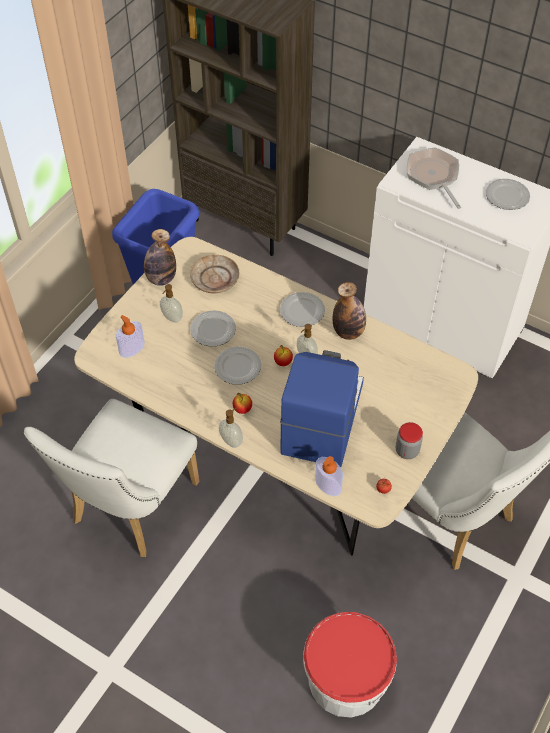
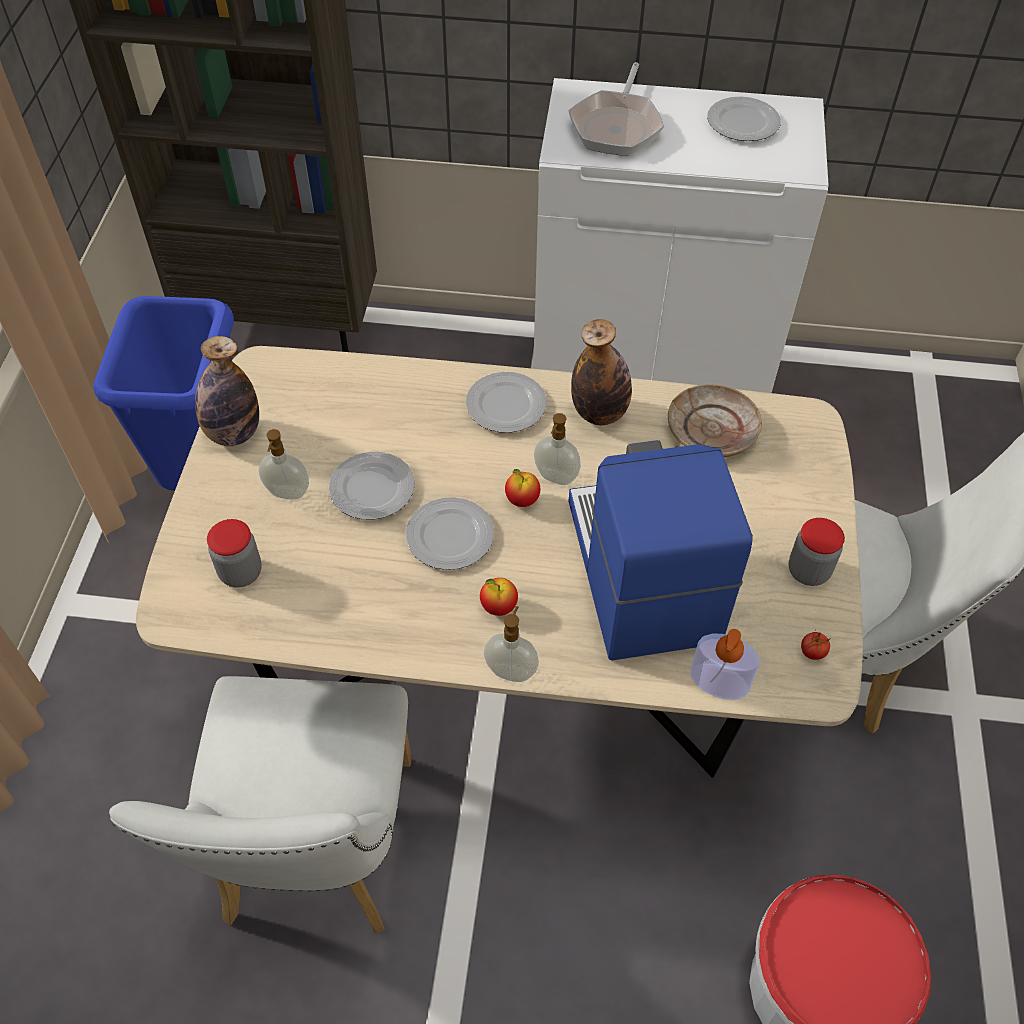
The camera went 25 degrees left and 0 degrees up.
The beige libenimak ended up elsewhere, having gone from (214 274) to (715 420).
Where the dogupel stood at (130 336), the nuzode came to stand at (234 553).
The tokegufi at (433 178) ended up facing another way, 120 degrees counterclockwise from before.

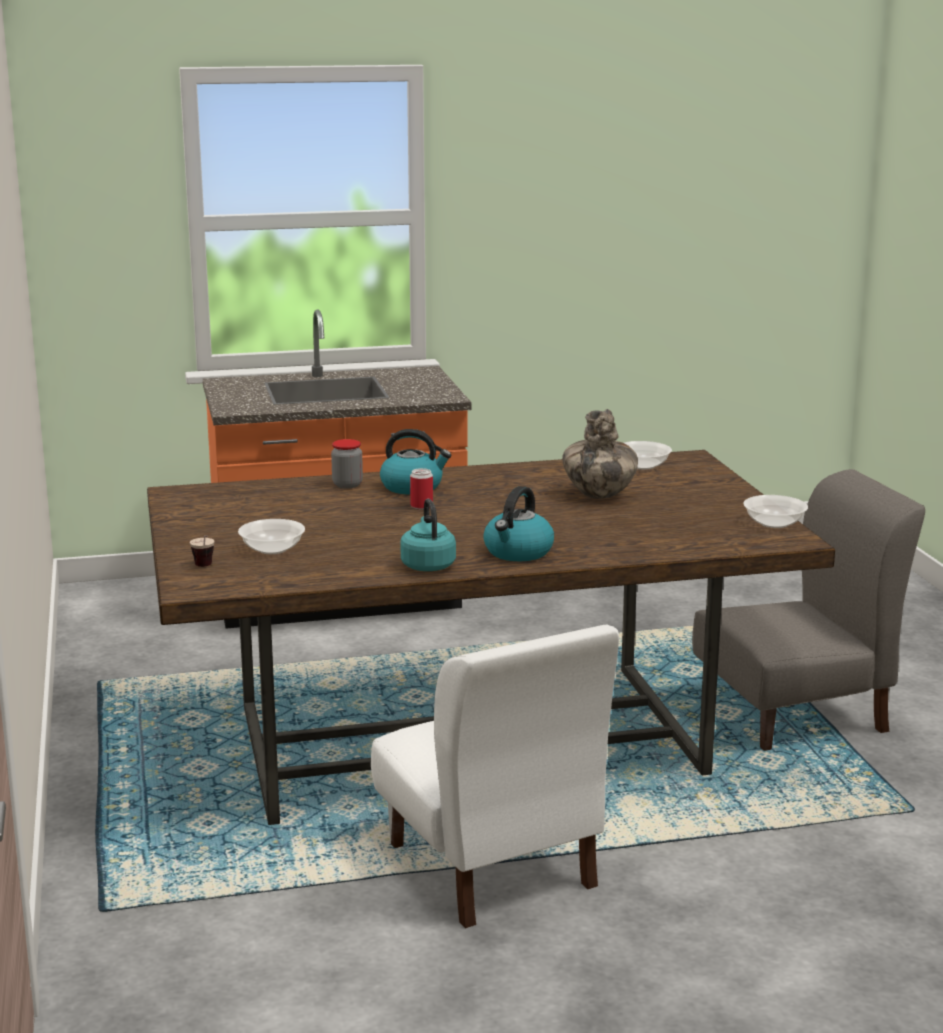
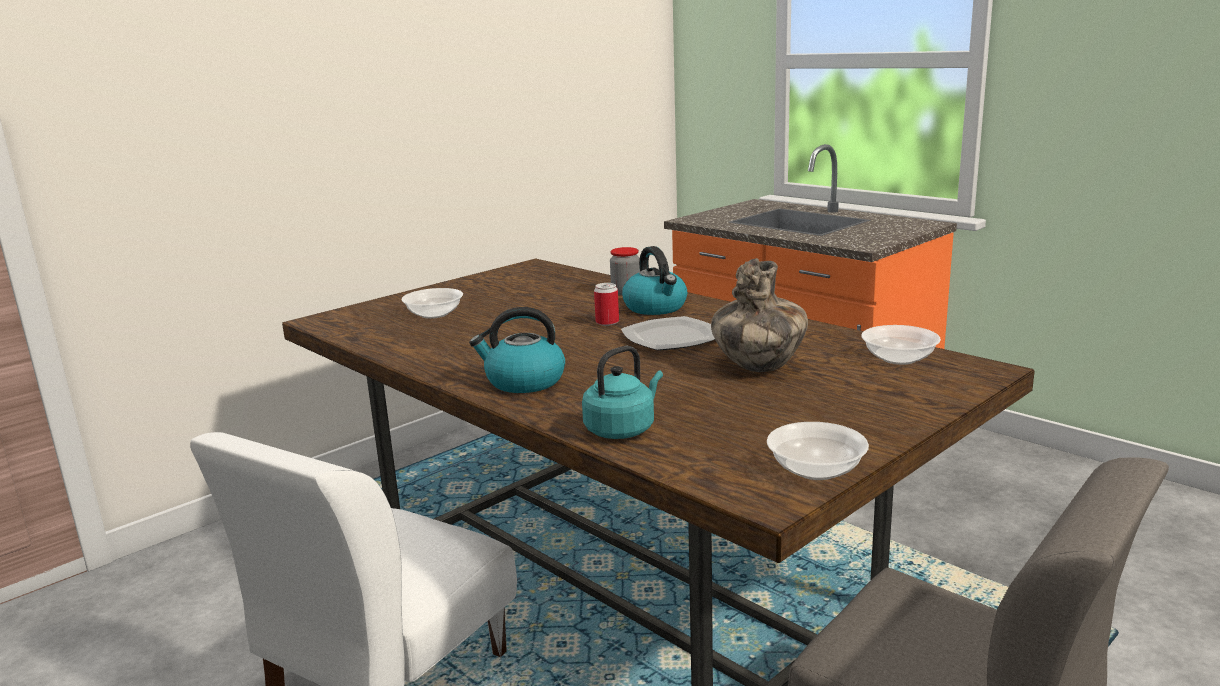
The camera went 60 degrees right and 0 degrees up.
The second view lost the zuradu at (202 551).
The second view gained the libenimak at (668 333).
The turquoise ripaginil ended up elsewhere, having gone from (428 535) to (622 392).

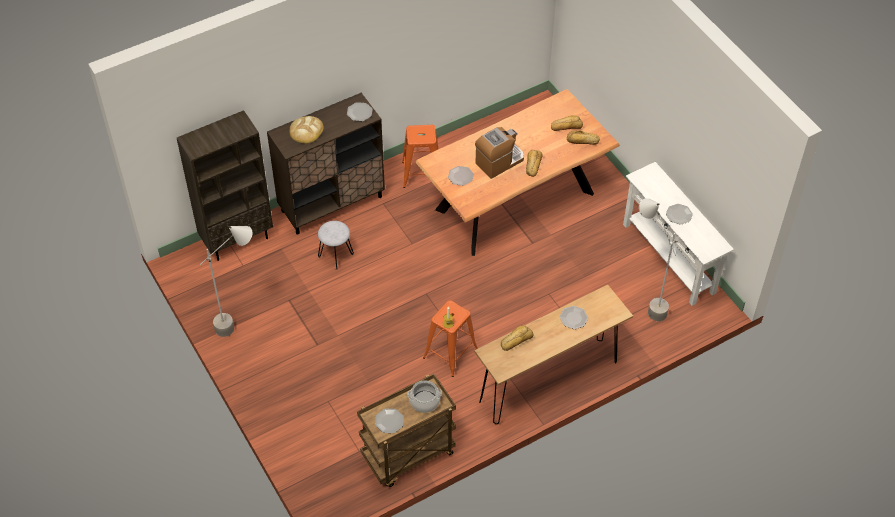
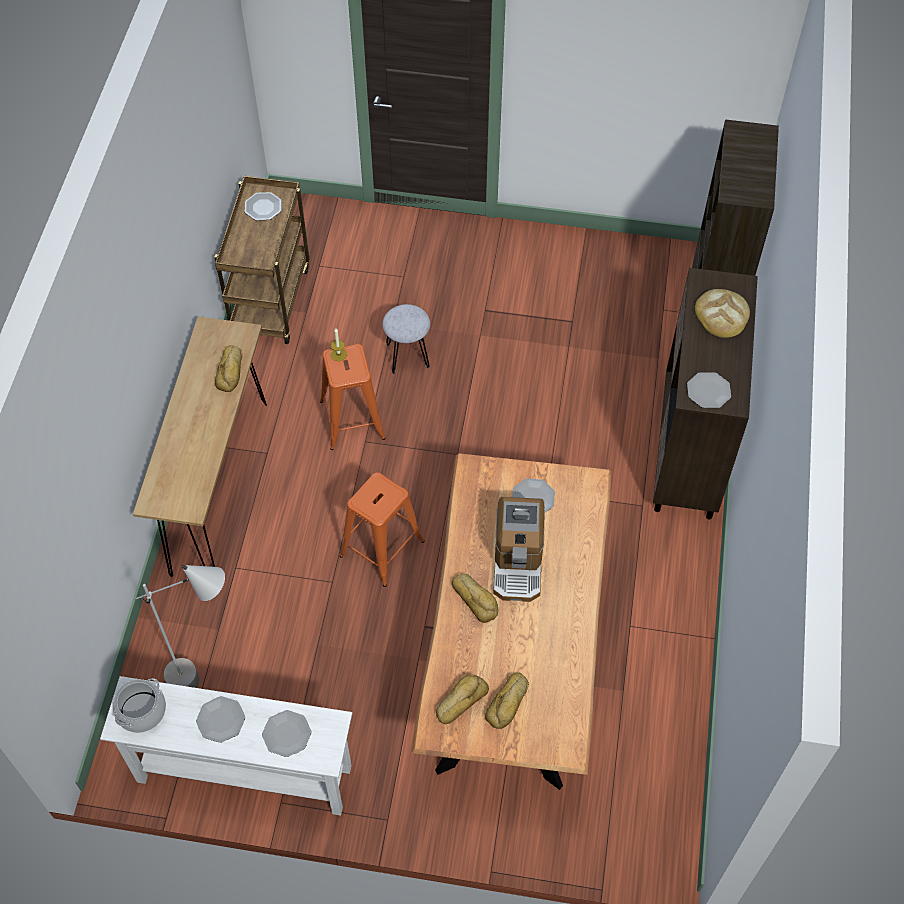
The camera went 130 degrees right and 5 degrees up.
The second view lost the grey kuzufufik at (226 281).
The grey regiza ended up elsewhere, having gone from (336 245) to (406 339).
The orange regiza ended up elsewhere, having gone from (420 156) to (382 529).
The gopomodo ended up elsewhere, having gone from (424 396) to (139 705).
The libenimak ended up elsewhere, having gone from (574 317) to (286 733).

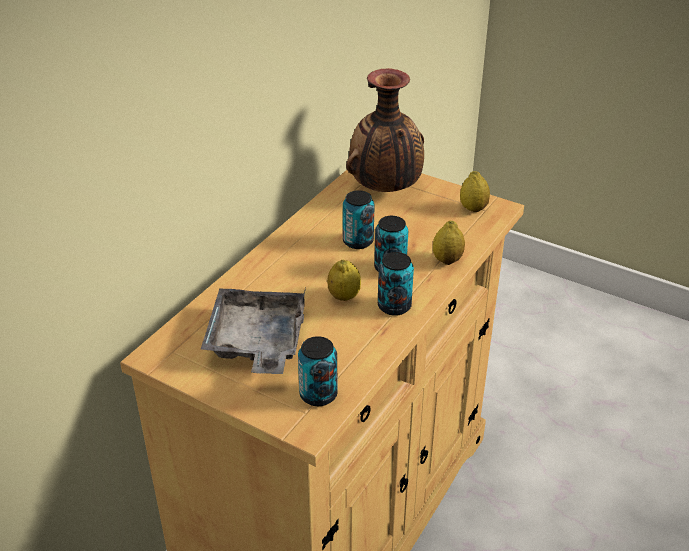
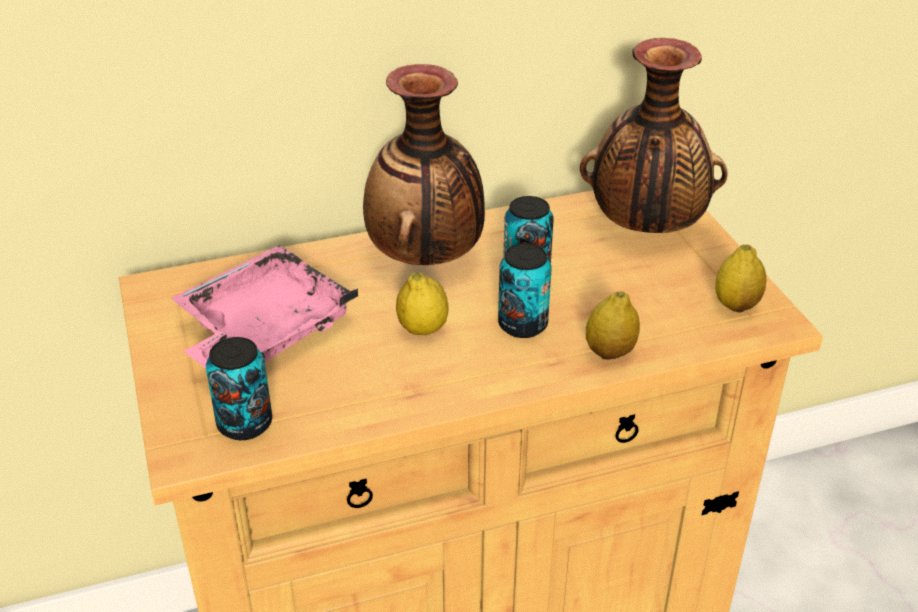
The camera went 40 degrees right and 0 degrees up.
The second view lost the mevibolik at (396 284).
The second view gained the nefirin at (424 164).
What was the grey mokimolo at (253 331) turned into the pink mokimolo at (264 307).

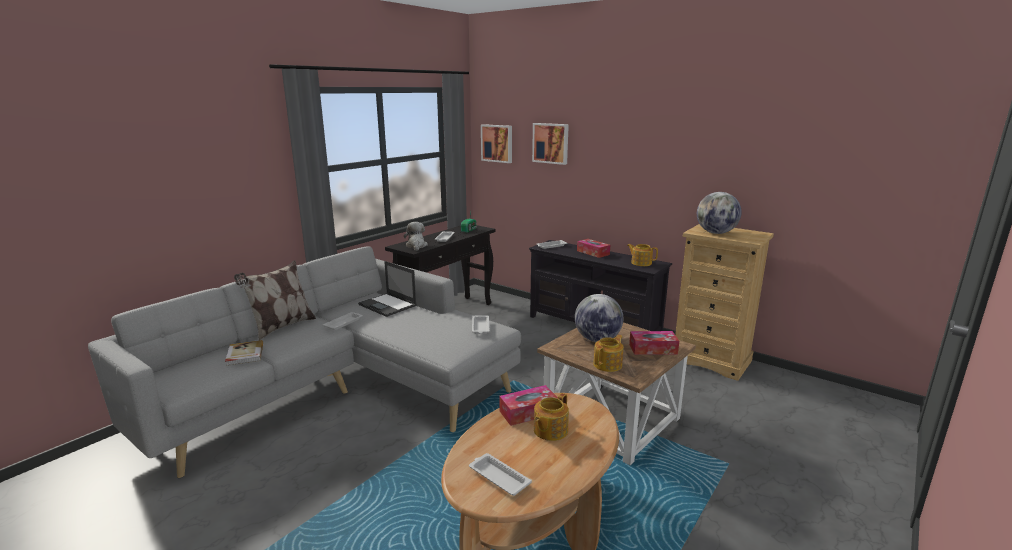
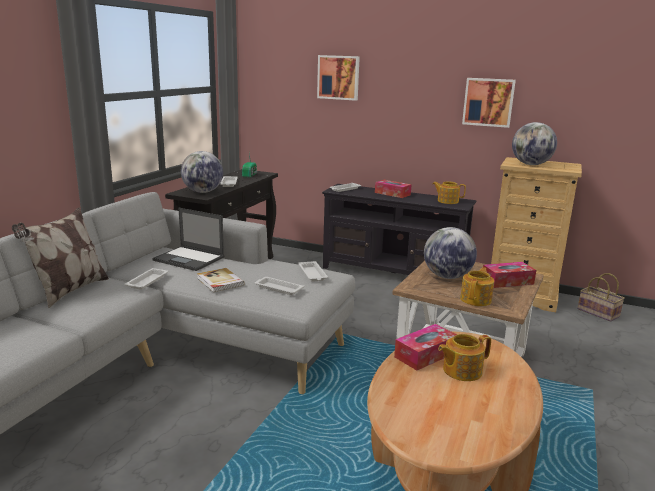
The camera went 15 degrees left and 0 degrees up.
The second view gained the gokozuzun at (601 297).
The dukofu ended up elsewhere, having gone from (244 353) to (221 280).
The white mokimolo ended up elsewhere, having gone from (500 474) to (279 286).
The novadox ended up elsewhere, having gone from (496 143) to (489 103).
Where the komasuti stood at (416 236), the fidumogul came to stand at (202 172).
The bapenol at (551 417) ended up facing another way, 45 degrees clockwise from before.

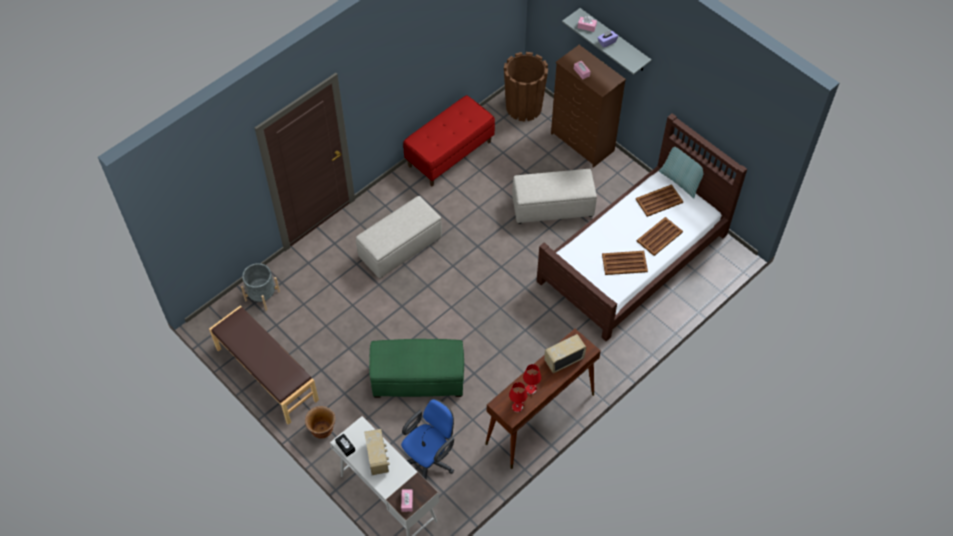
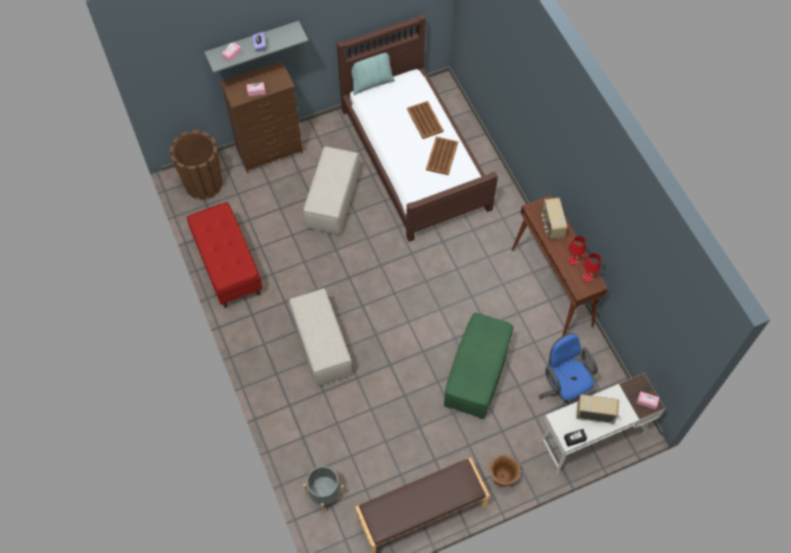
The camera went 70 degrees left and 5 degrees up.
The second view lost the brown mokimolo at (659 200).

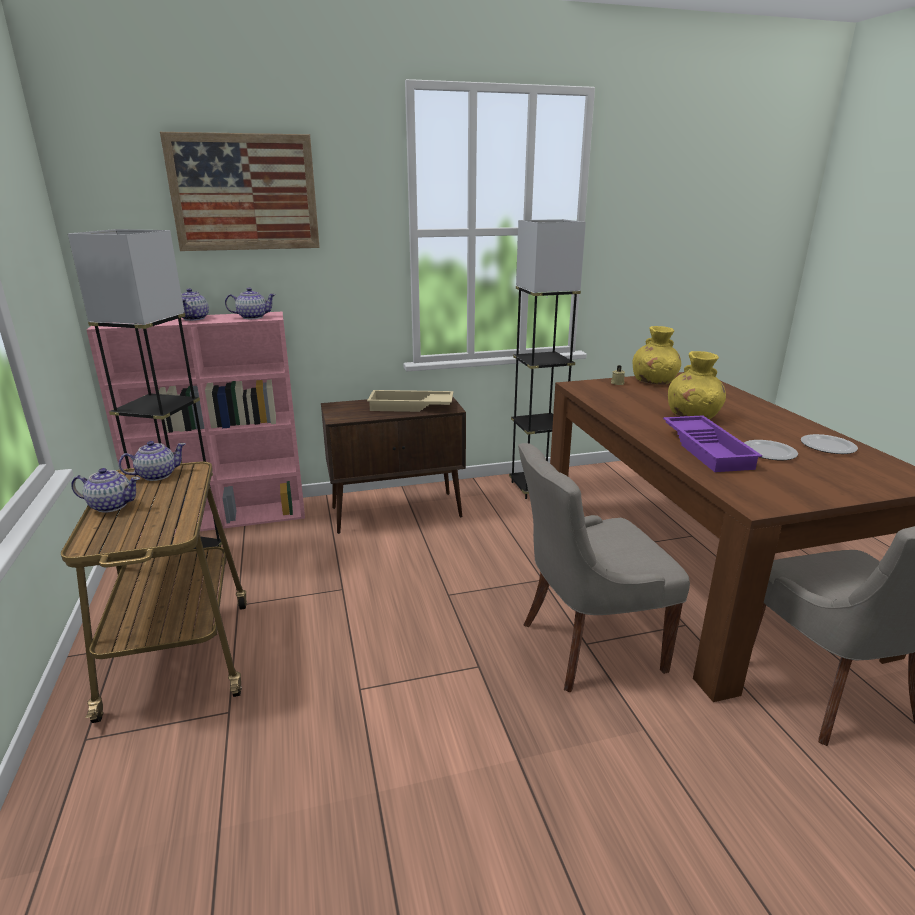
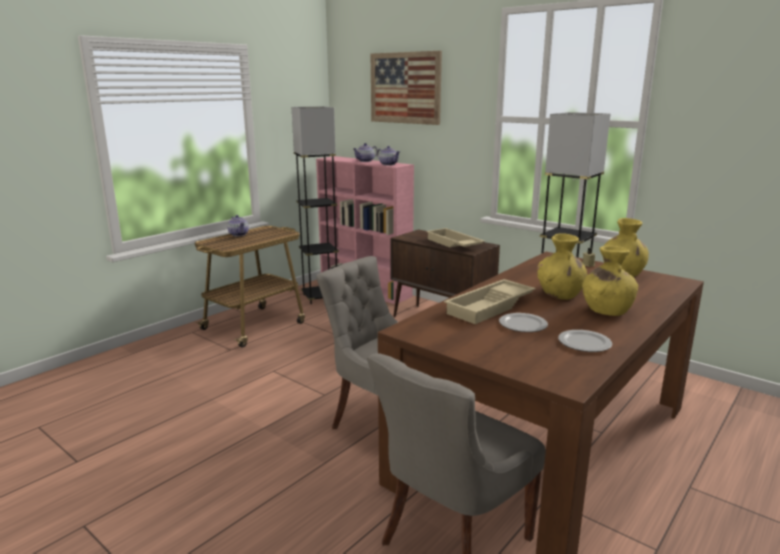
The camera went 55 degrees right and 5 degrees down.
The second view lost the bapenol at (152 461).
The second view gained the yellow nefirin at (610 280).
What was the purple mokimolo at (712 443) turned into the beige mokimolo at (490 301).

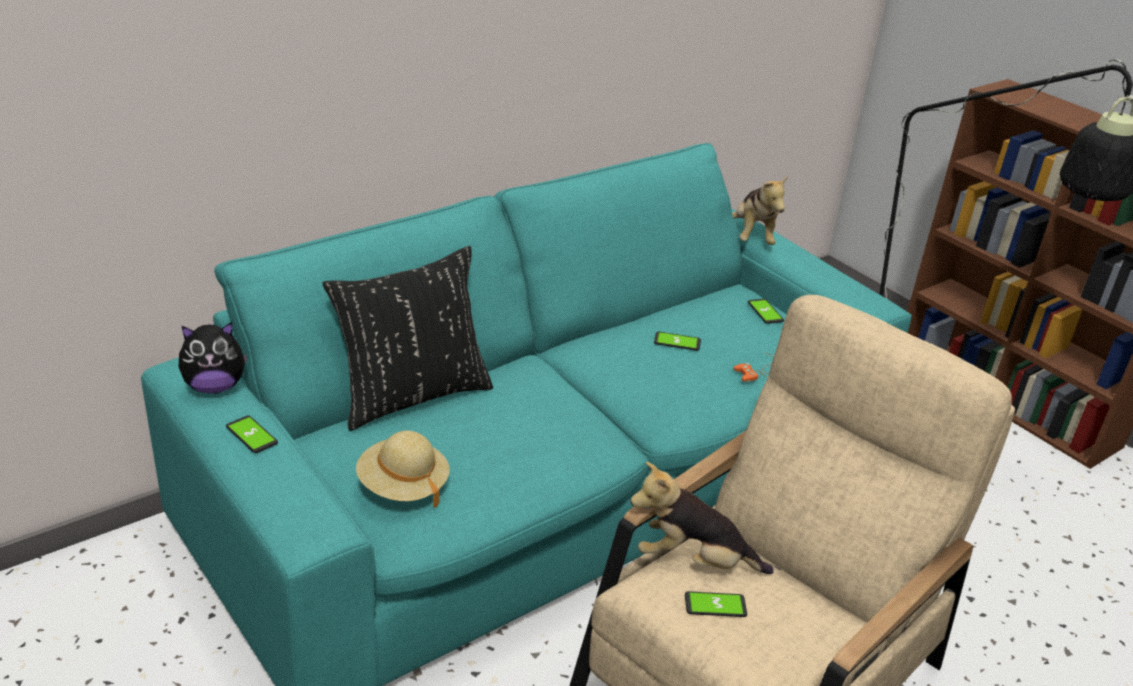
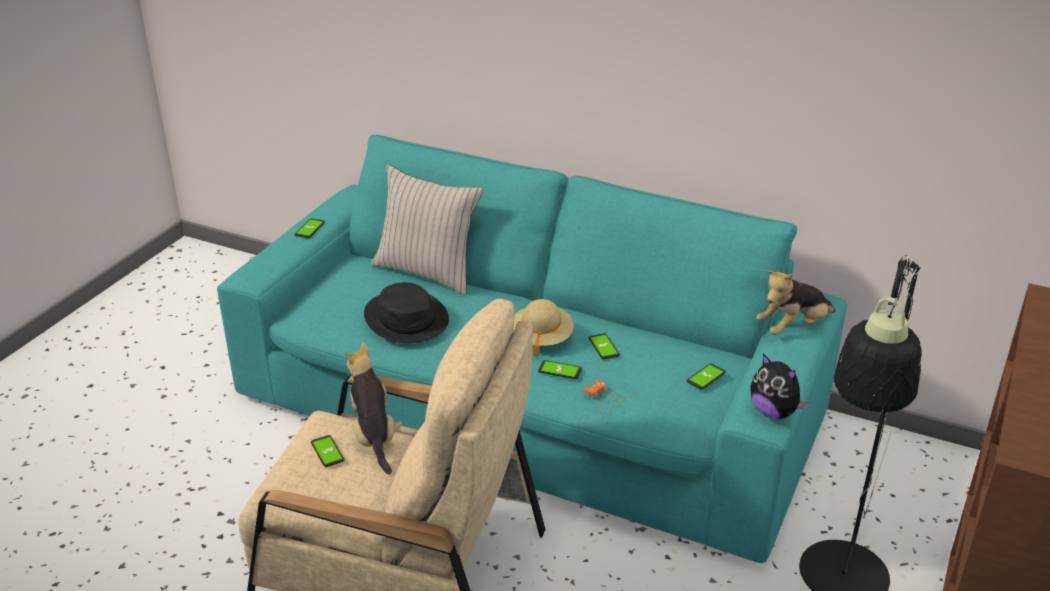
The camera went 65 degrees right and 0 degrees up.
The second view gained the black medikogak at (406 312).
The second view gained the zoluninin at (560 369).
The komasuti ended up elsewhere, having gone from (213 358) to (779 386).
The beige medikogak ended up elsewhere, having gone from (403 469) to (543 328).
What was the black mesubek at (407 338) turned into the beige mesubek at (427 230).

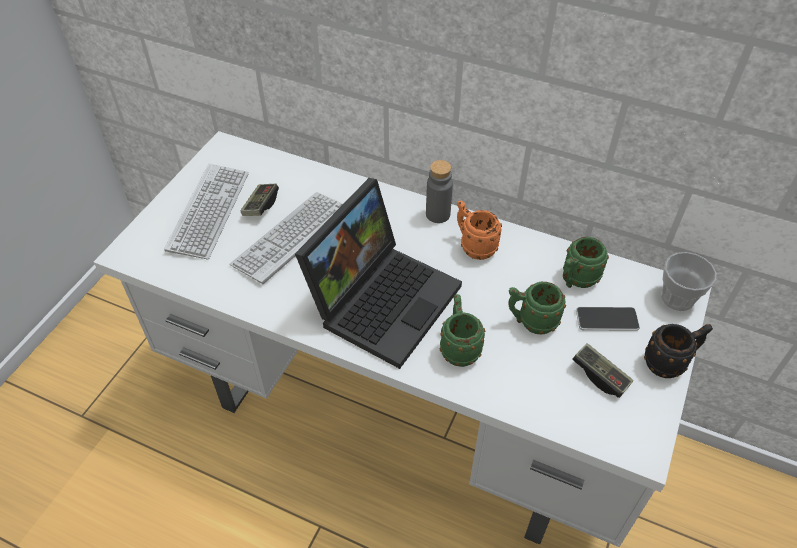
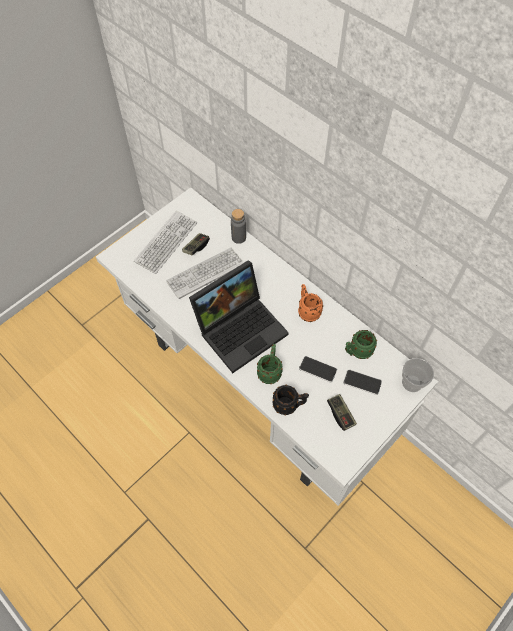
The camera went 20 degrees right and 10 degrees up.
The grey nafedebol ended up elsewhere, having gone from (439 191) to (238 226).
The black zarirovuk ended up elsewhere, having gone from (678 351) to (291 400).
Where the green zarirovuk stood at (537 308), the zoluninin came to stand at (318 369).

